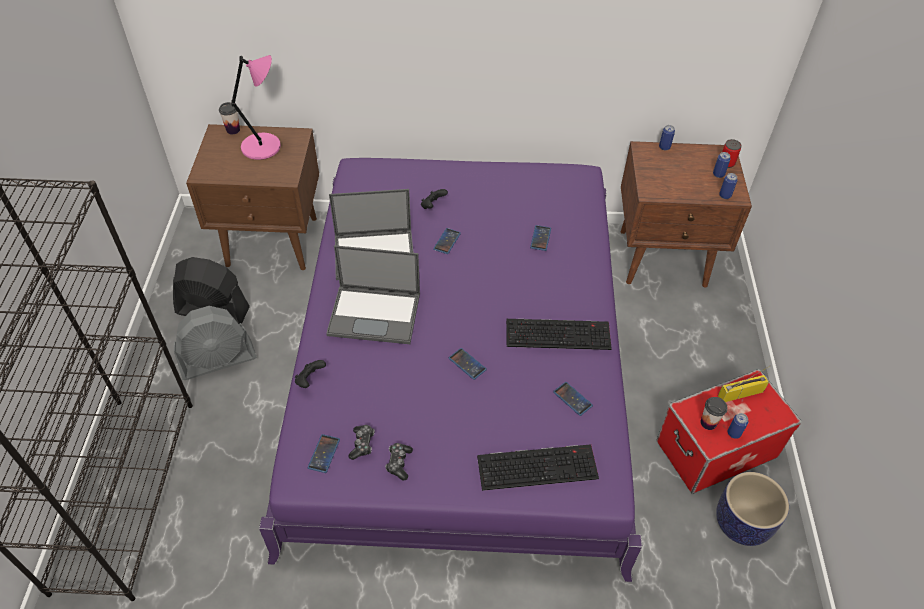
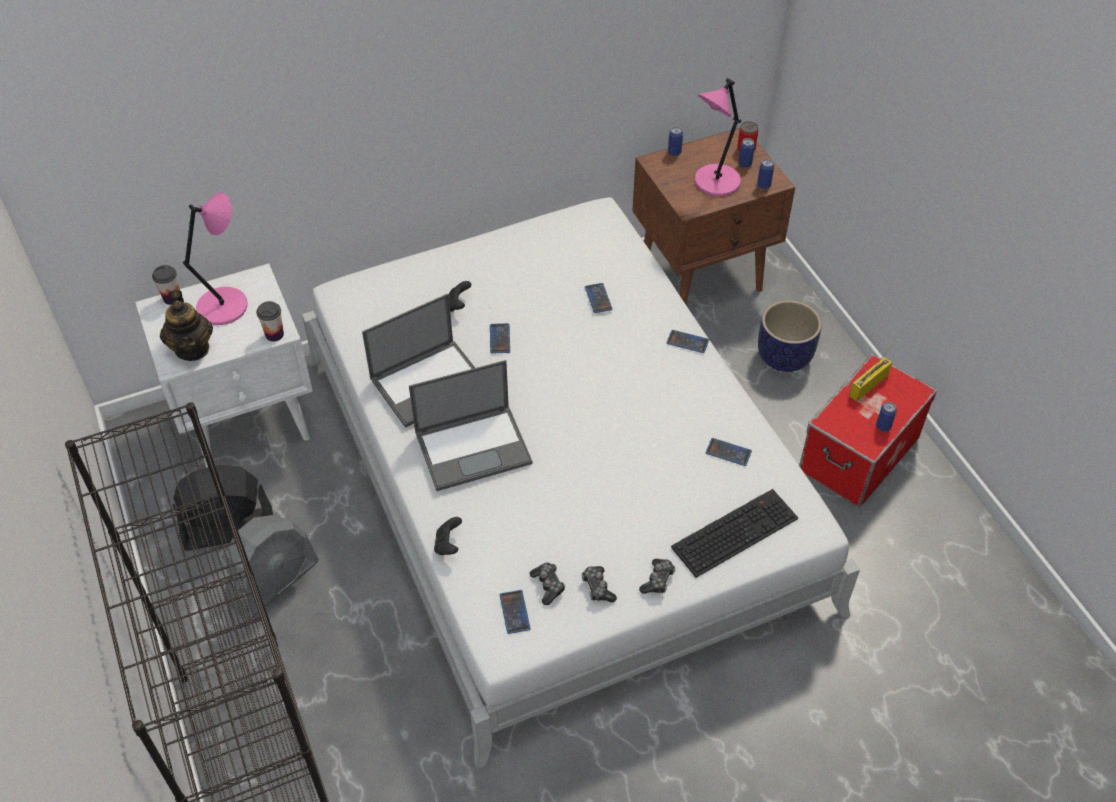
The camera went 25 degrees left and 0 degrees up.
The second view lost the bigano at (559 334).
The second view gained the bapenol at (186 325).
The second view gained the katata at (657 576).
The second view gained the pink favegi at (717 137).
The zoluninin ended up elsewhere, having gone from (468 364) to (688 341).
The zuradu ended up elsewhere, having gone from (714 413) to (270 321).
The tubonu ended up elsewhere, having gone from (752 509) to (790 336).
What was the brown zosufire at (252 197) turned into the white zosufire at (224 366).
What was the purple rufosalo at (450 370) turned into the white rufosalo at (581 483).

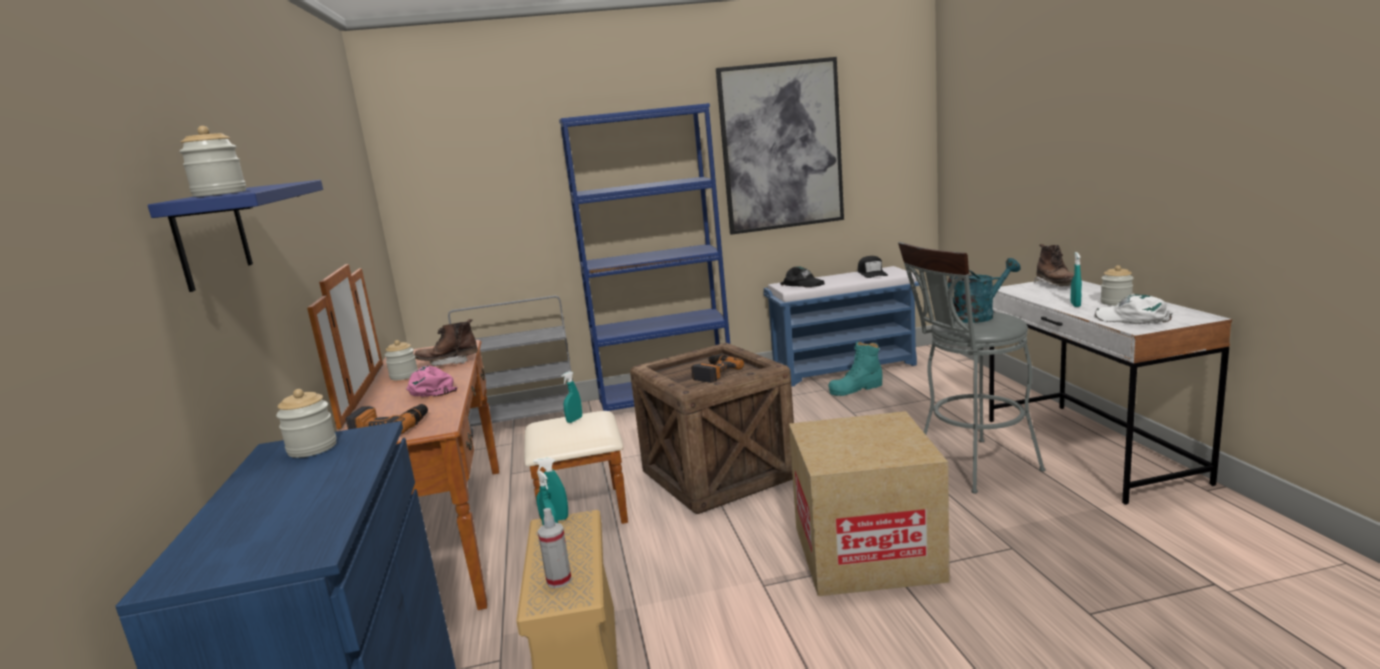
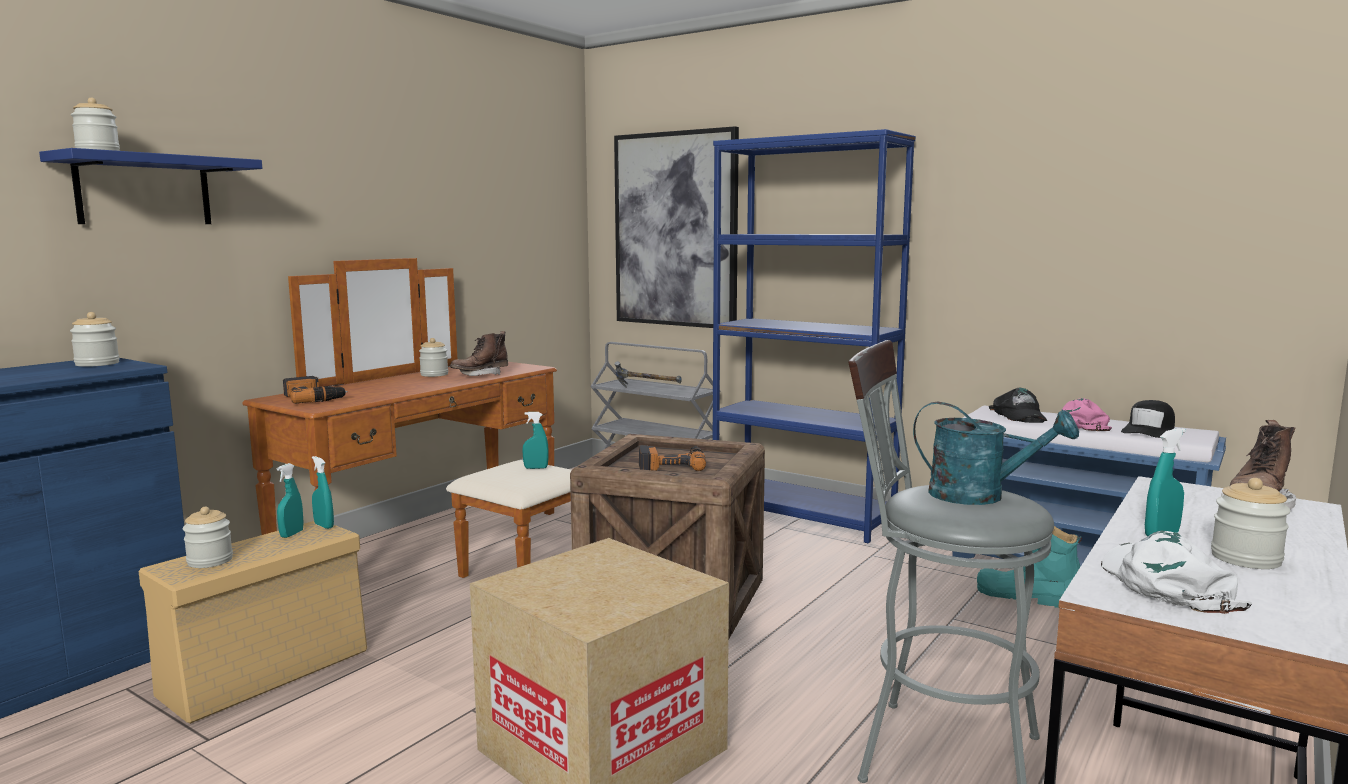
The camera went 45 degrees right and 5 degrees down.
The second view gained the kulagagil at (648 374).
The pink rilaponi ended up elsewhere, having gone from (431 381) to (1087 414).
The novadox ended up elsewhere, having gone from (780 146) to (676 227).
Where the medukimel stood at (555 548), the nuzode came to stand at (208 537).
The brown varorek at (446 342) ended up facing another way, 75 degrees counterclockwise from before.

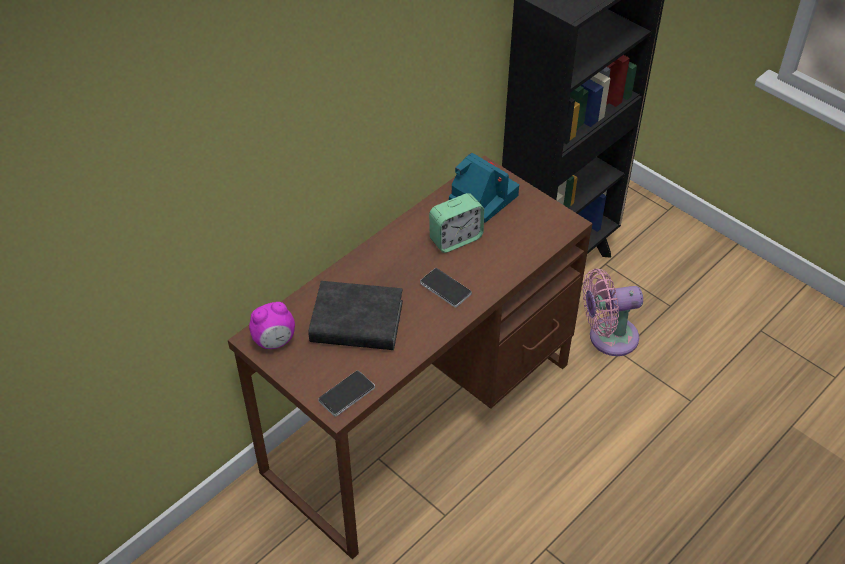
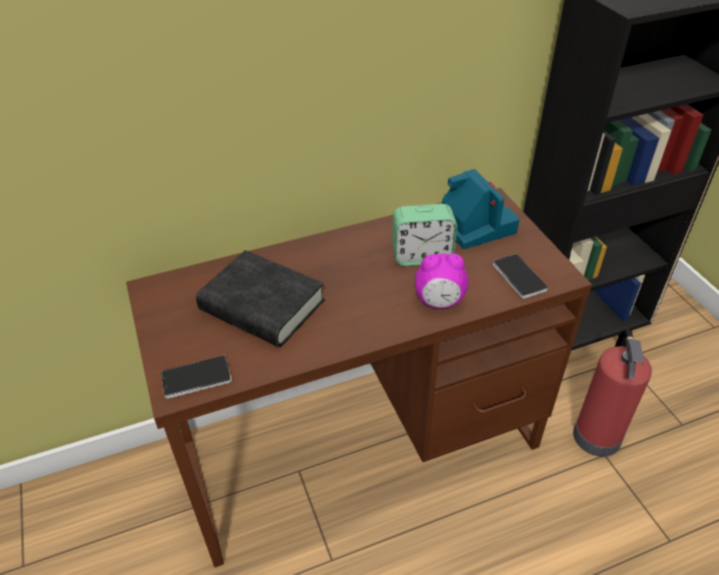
The camera went 25 degrees right and 5 degrees down.
The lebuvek ended up elsewhere, having gone from (272 325) to (441 281).
The zoluninin ended up elsewhere, having gone from (446 287) to (520 276).
Where the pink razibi stood at (613 312), the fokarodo came to stand at (612 393).

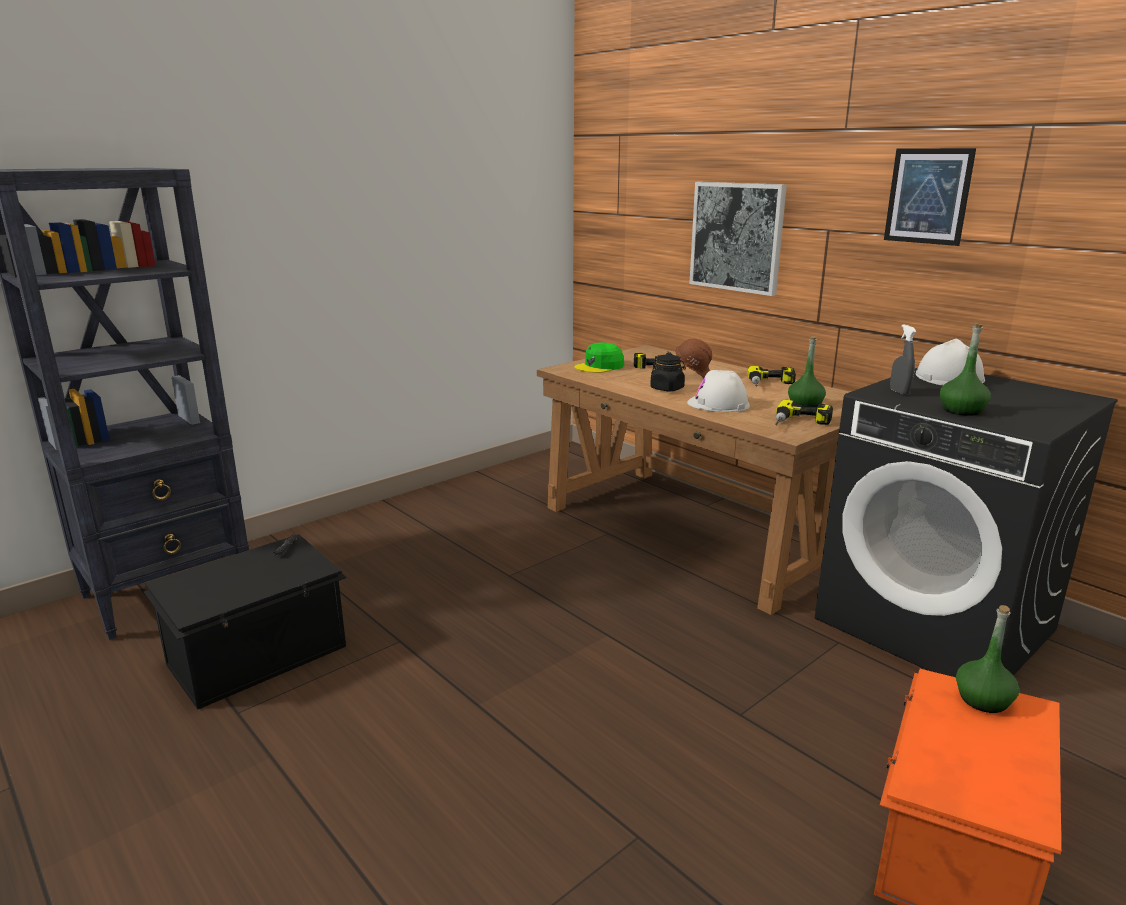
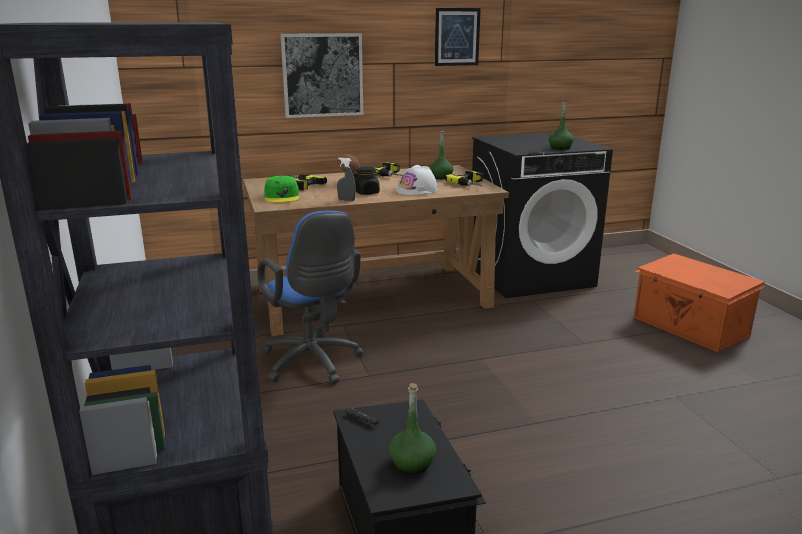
The camera went 65 degrees left and 0 degrees up.
The second view lost the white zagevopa at (950 362).
The second view gained the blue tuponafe at (310 297).
The grey medukimel ended up elsewhere, having gone from (903 359) to (346 179).
The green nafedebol ended up elsewhere, having gone from (987 659) to (412 428).

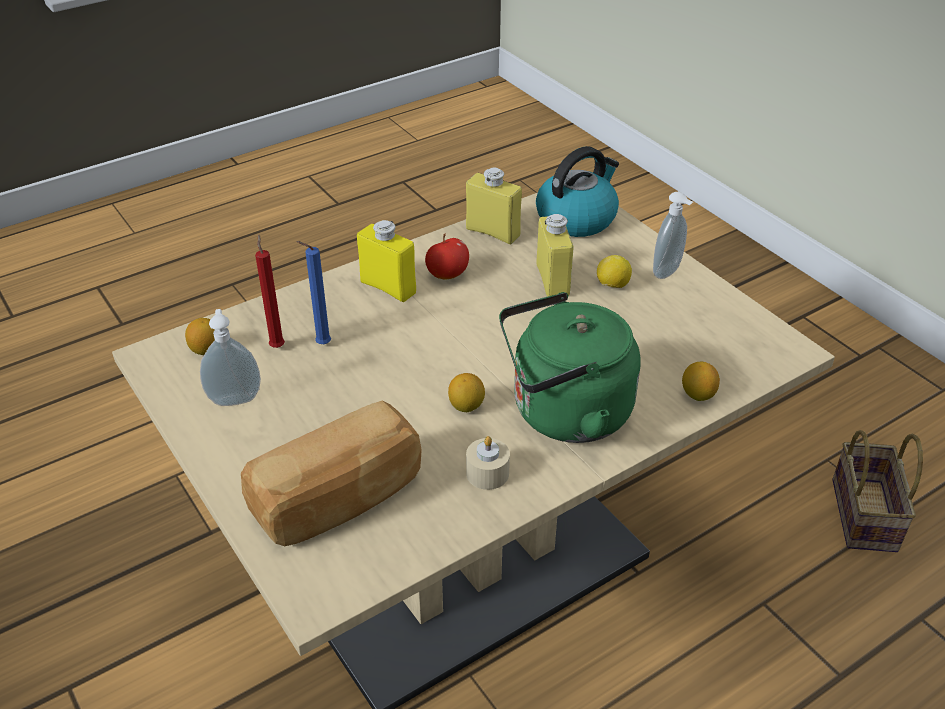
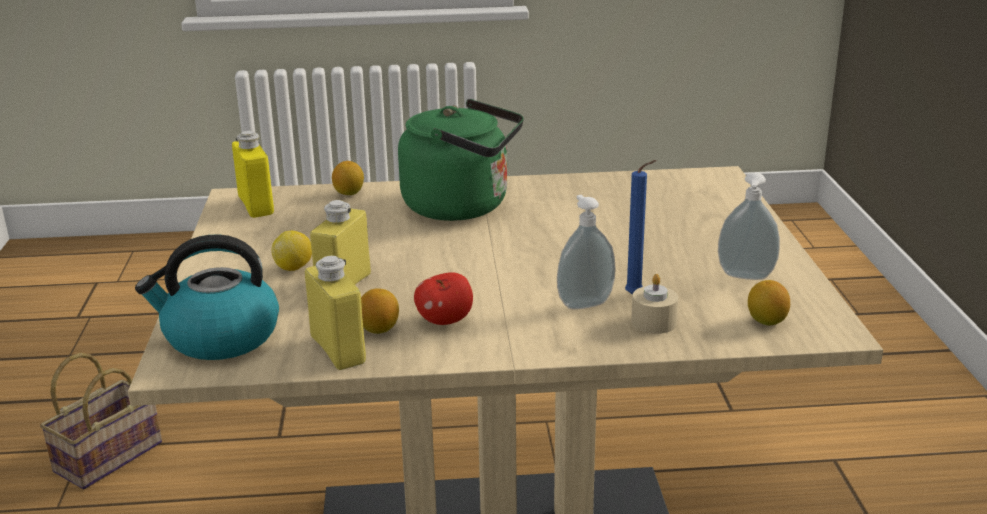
The camera went 150 degrees left and 15 degrees down.
The second view lost the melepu at (331 473).
The second view lost the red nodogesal at (270 291).
The yellow nafedebol ended up elsewhere, having gone from (386 261) to (253 174).
The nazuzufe ended up elsewhere, having gone from (466 392) to (380 311).
The beige nodogesal ended up elsewhere, having gone from (488 463) to (654 304).
The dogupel ended up elsewhere, having gone from (673 235) to (586 252).

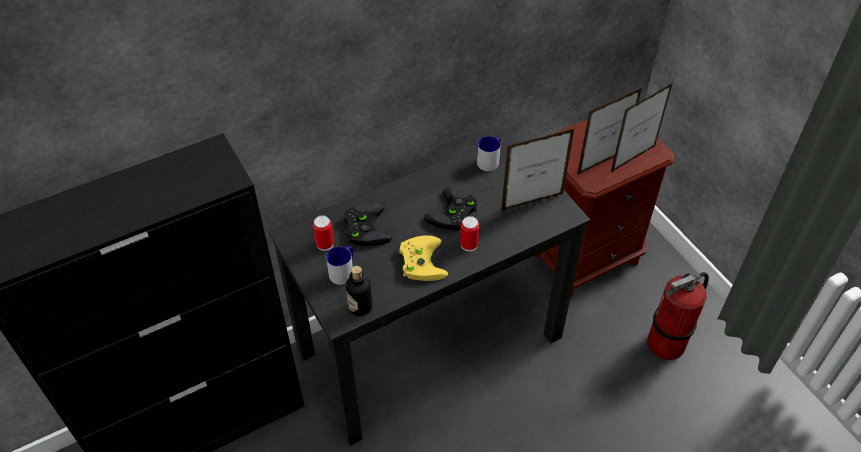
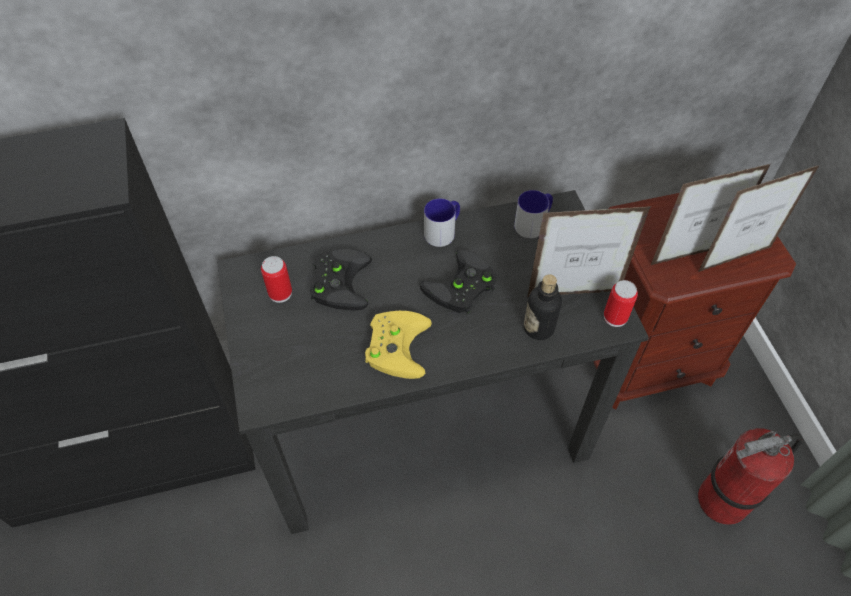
The camera went 15 degrees right and 5 degrees up.
The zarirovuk ended up elsewhere, having gone from (340 265) to (442 222).
The nafedebol ended up elsewhere, having gone from (359 291) to (543 307).
The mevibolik ended up elsewhere, having gone from (469 234) to (621 303).

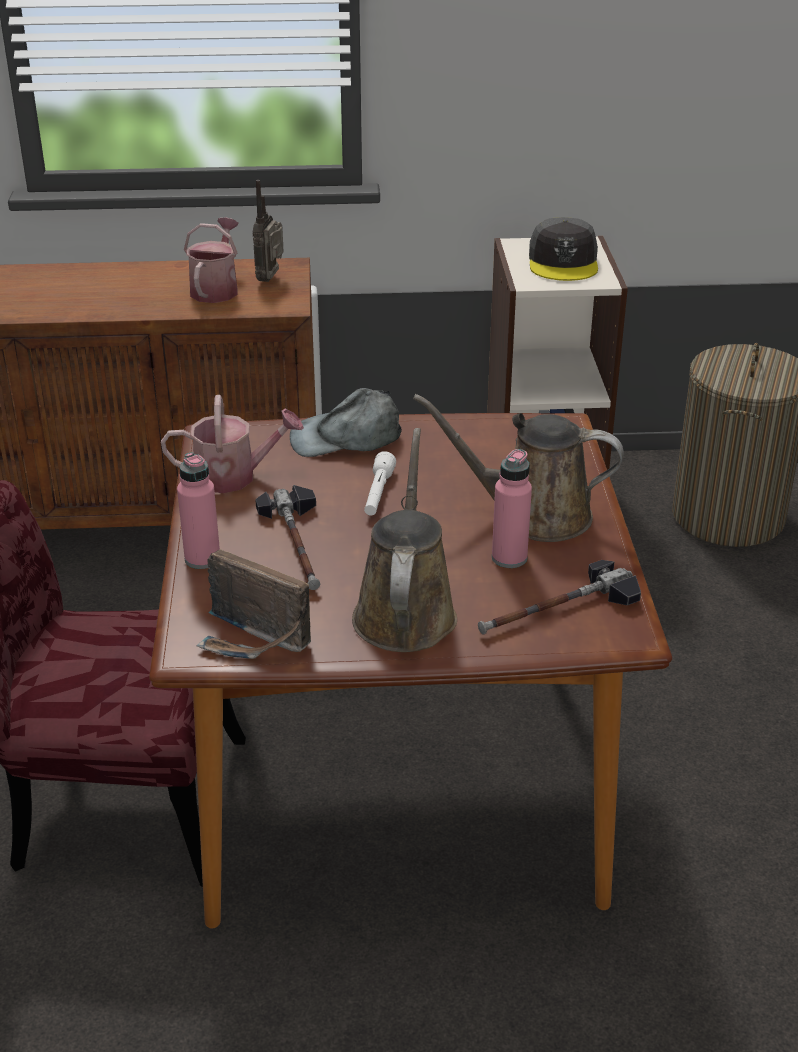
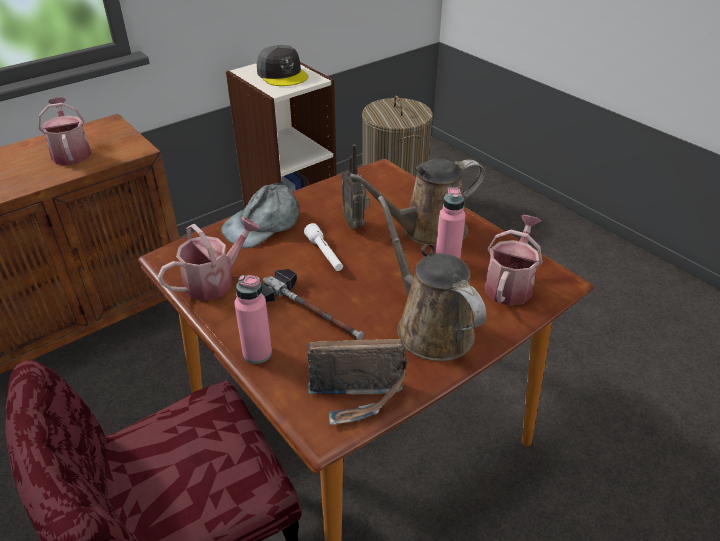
The camera went 35 degrees left and 5 degrees up.
The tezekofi ended up elsewhere, having gone from (268 231) to (356 186).
Where the kulagagil stood at (559 597), the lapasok came to stand at (514 260).

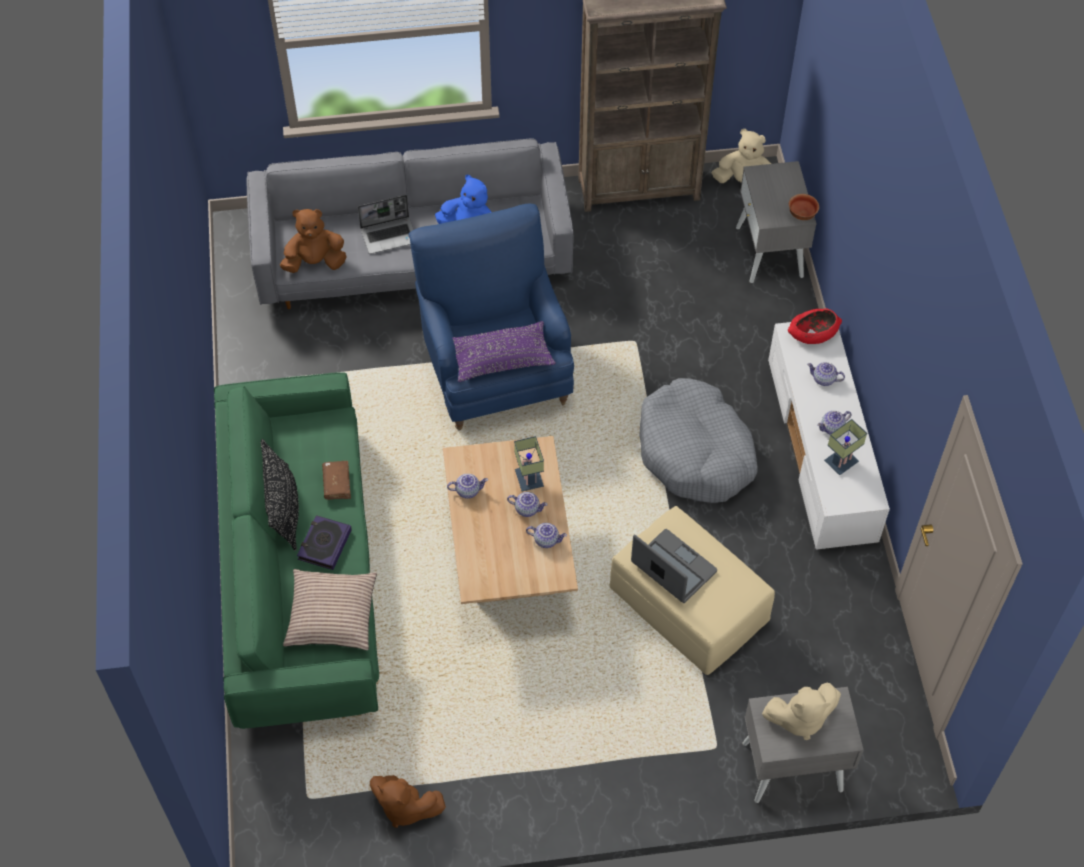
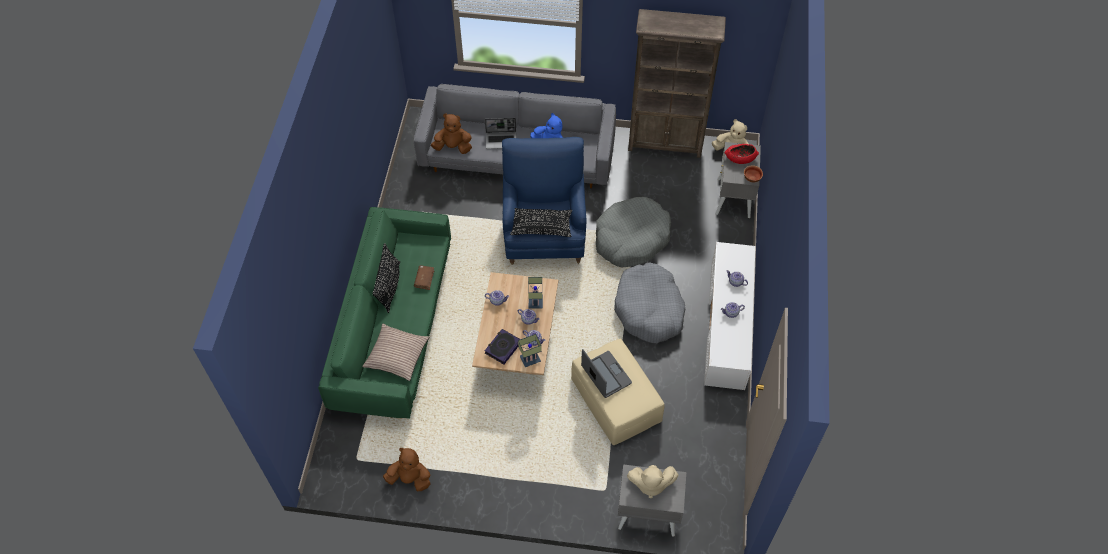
The camera went 15 degrees right and 0 degrees up.
The second view gained the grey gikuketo at (633 232).
The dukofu ended up elsewhere, having gone from (324 542) to (502 347).
The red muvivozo ended up elsewhere, having gone from (815 326) to (742 154).
The favegi ended up elsewhere, having gone from (845 447) to (530 350).
What was the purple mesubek at (504 351) turned into the black mesubek at (541 222).
The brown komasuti at (408 801) ended up facing another way, 150 degrees clockwise from before.

